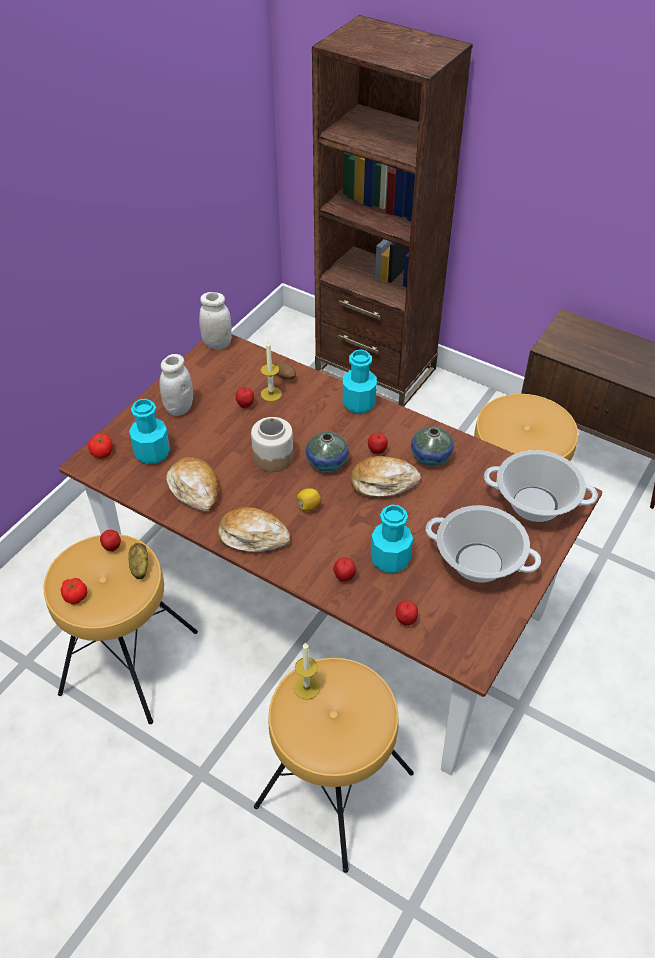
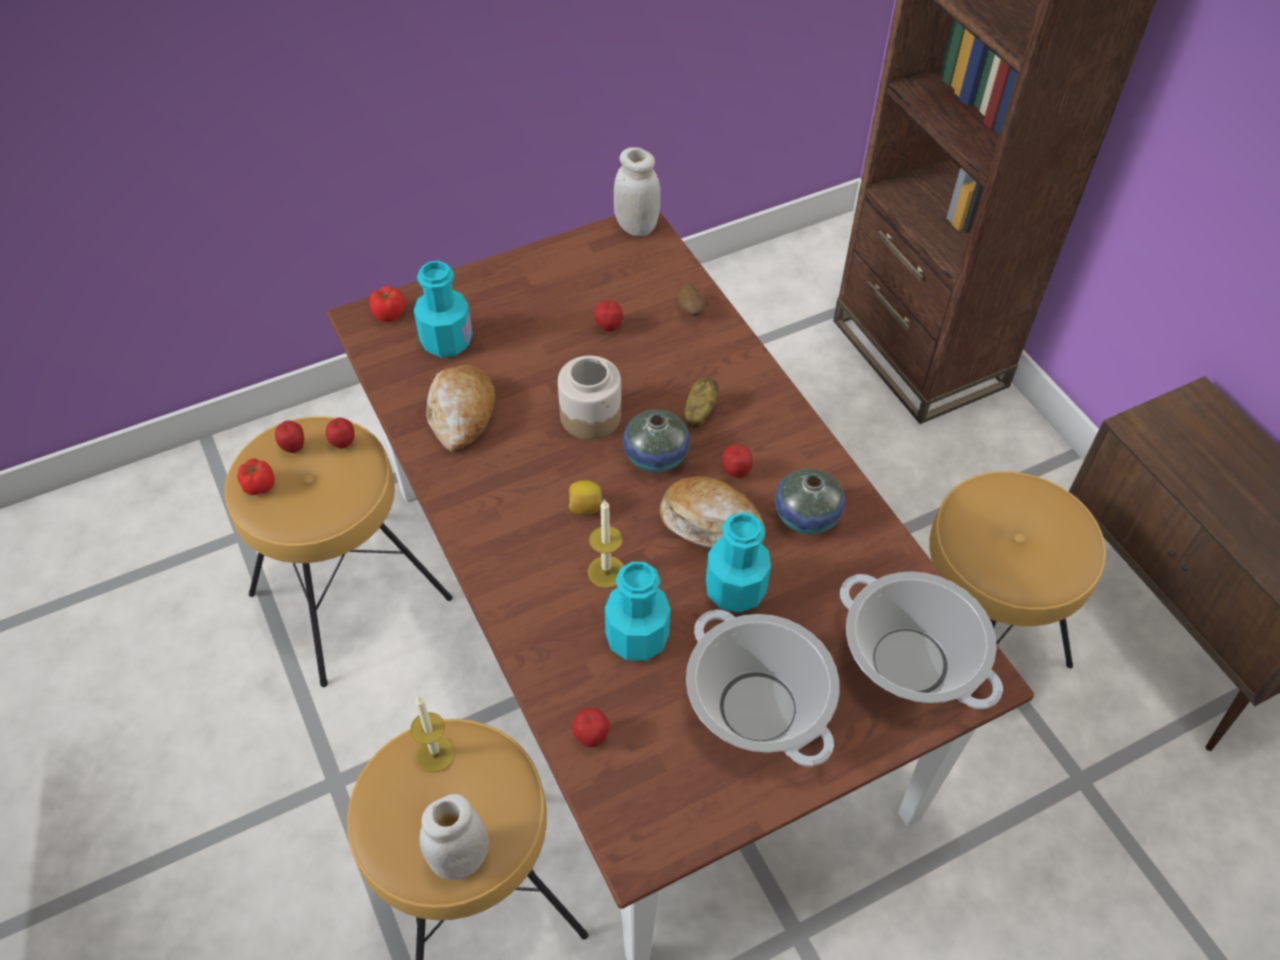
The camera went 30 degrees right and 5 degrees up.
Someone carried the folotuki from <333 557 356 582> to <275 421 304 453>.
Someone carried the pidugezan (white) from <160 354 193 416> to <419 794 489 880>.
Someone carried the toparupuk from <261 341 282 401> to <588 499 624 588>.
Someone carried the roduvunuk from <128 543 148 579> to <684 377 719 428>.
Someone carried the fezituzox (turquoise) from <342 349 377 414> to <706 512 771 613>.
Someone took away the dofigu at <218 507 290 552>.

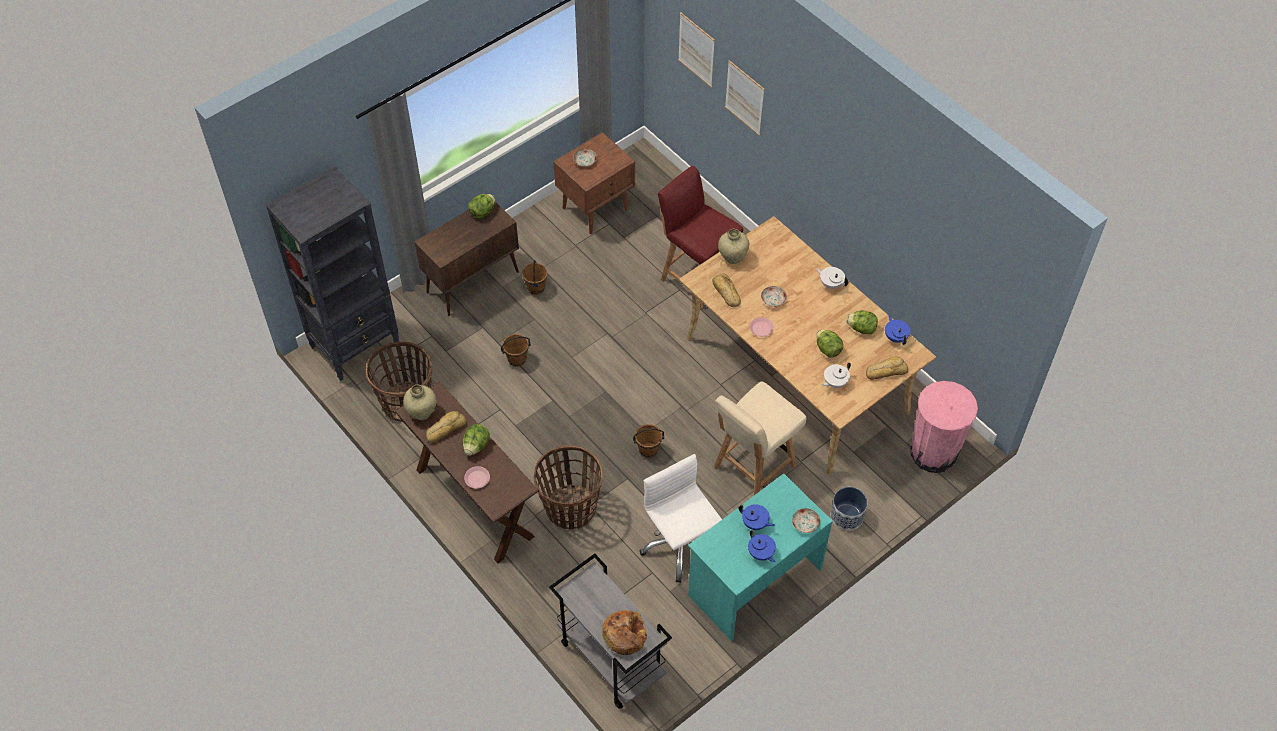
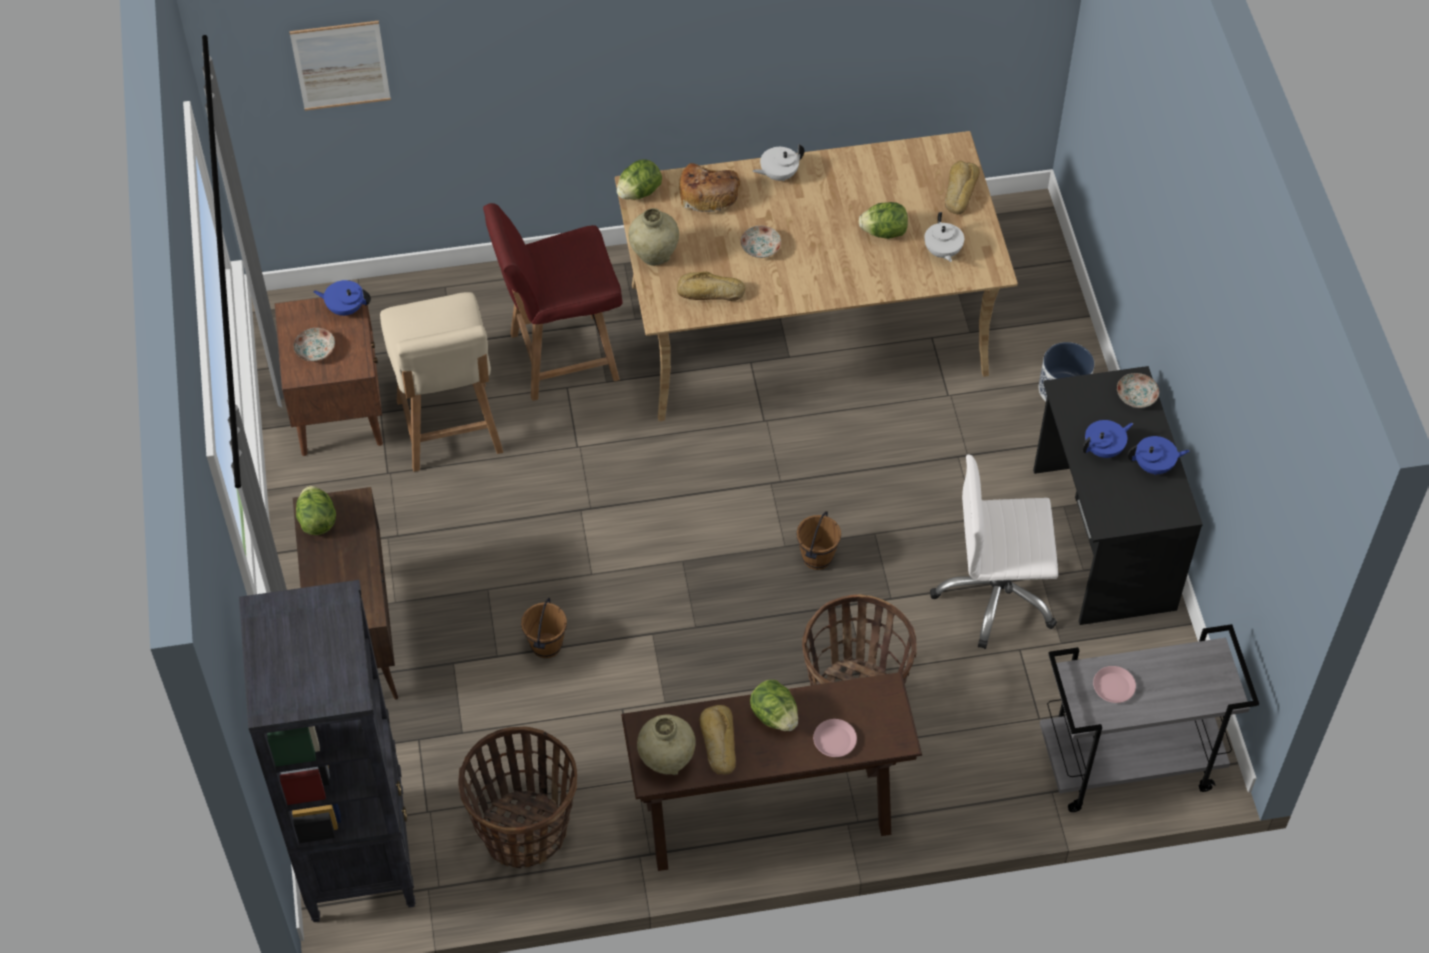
The camera went 60 degrees left and 0 degrees up.
Someone carried the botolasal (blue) from <885 315 910 345> to <313 280 371 316>.
Someone carried the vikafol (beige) from <714 381 807 495> to <380 292 503 472>.
Someone carried the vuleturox from <846 310 878 334> to <617 159 662 199>.
Someone carried the dofigu from <602 610 647 655> to <680 163 741 213>.
Someone repainted the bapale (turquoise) at <688 474 833 641>, which became the bapale (black) at <1033 366 1203 625>.
Someone carried the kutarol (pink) from <750 317 774 337> to <1093 666 1136 703>.
Someone took away the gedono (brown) at <522 260 548 295>.
Someone took away the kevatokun at <725 60 764 136>.
Someone took away the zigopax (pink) at <910 381 978 473>.

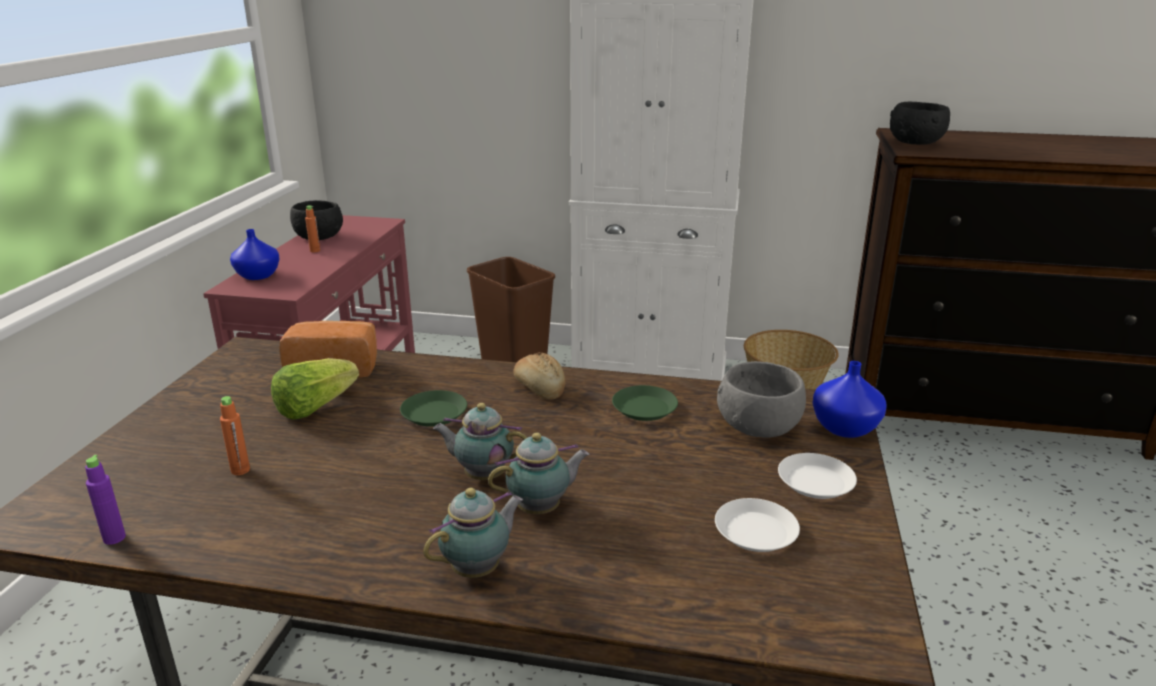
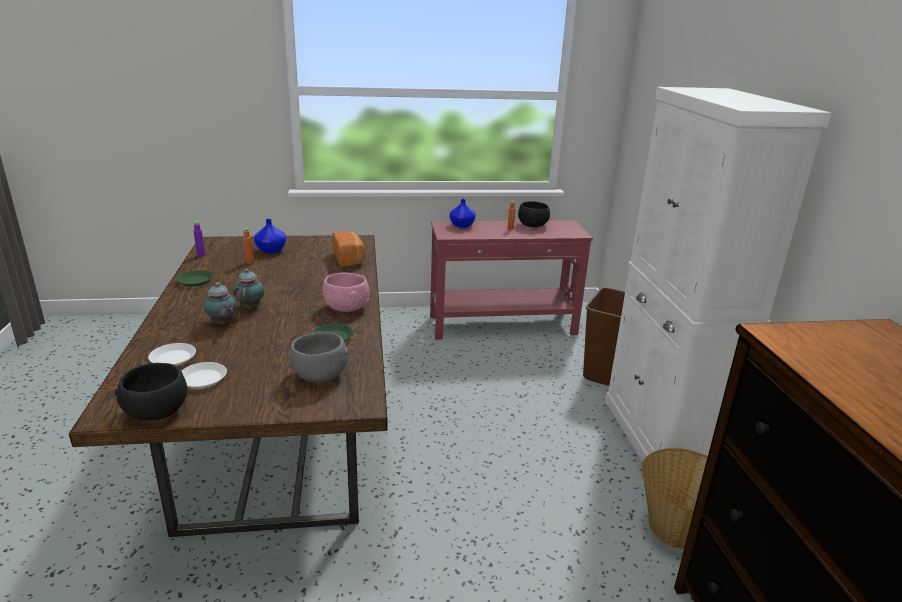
The camera went 70 degrees right and 0 degrees up.
Someone carried the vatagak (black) from <890 102 950 145> to <115 363 187 421>.
Someone carried the kutarol (white) from <778 453 857 499> to <148 343 196 366>.
Someone carried the kutarol (green) from <400 390 467 427> to <176 270 213 286>.
Someone carried the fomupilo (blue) from <812 361 887 438> to <254 219 286 253>.
Someone swapped the dofigu at <513 352 566 400> for the vatagak (pink) at <322 272 370 312>.
Someone took away the vuleturox at <271 358 359 420>.
Someone took away the botolasal at <423 488 523 578>.

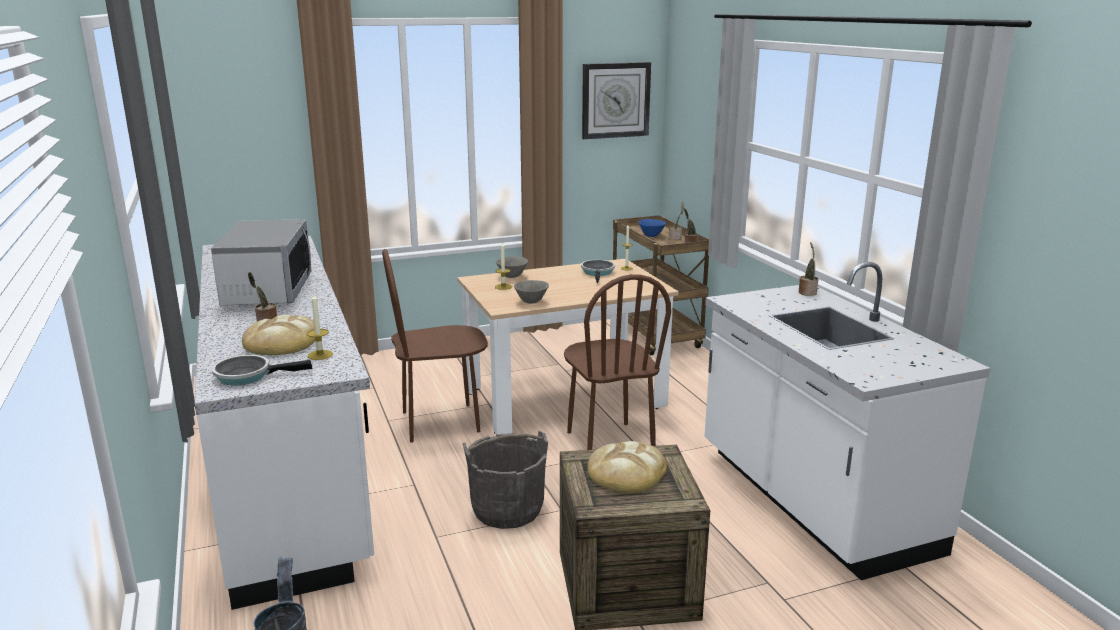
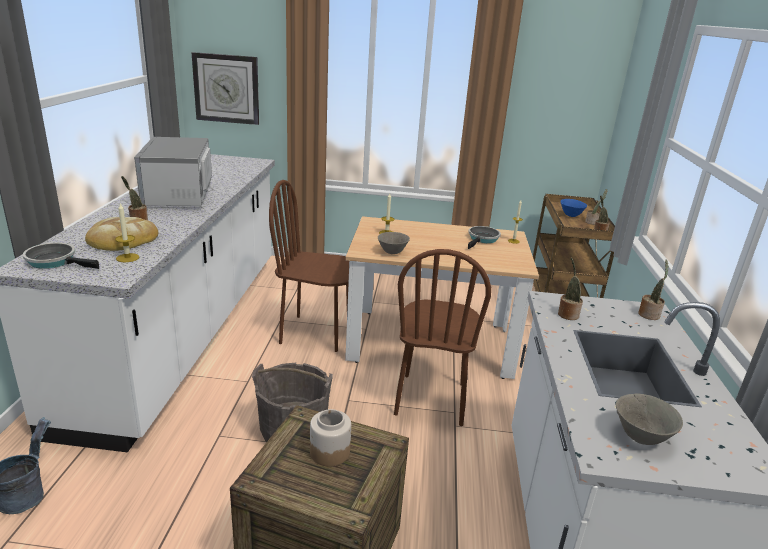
The camera went 25 degrees right and 5 degrees up.
Someone rotated the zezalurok at <211 219 312 306> by 150 degrees clockwise.
Someone carried the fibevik from <582 62 651 139> to <191 52 259 125>.
Someone swapped the dofigu at <588 441 667 493> for the pidugezan at <310 409 351 466>.
Someone put down the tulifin at <558 258 583 320>.
Someone carried the vatagak (grey) from <496 256 528 278> to <615 393 683 445>.

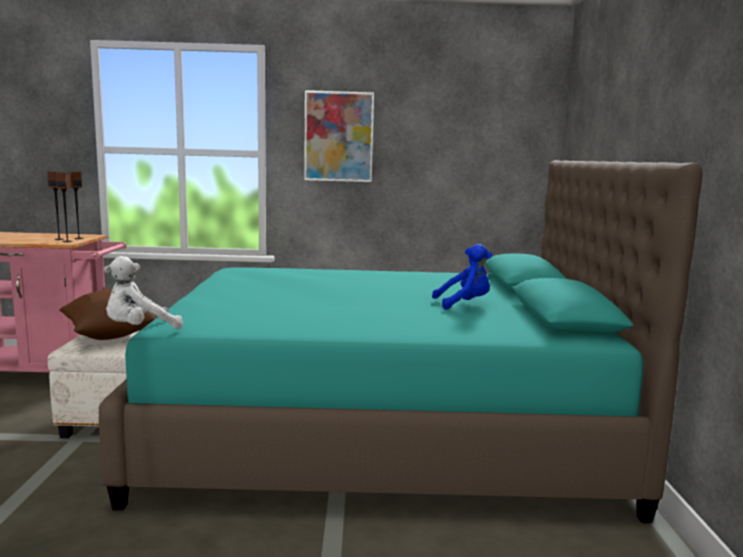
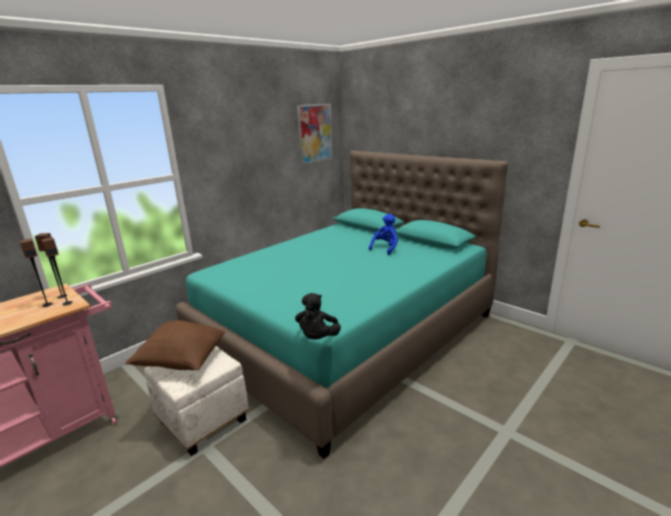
The camera went 45 degrees left and 10 degrees up.
Someone repainted the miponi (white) at <104 256 183 329>, which became the miponi (black) at <295 293 341 340>.
Someone carried the kevatokun from <304 90 374 182> to <297 104 333 165>.

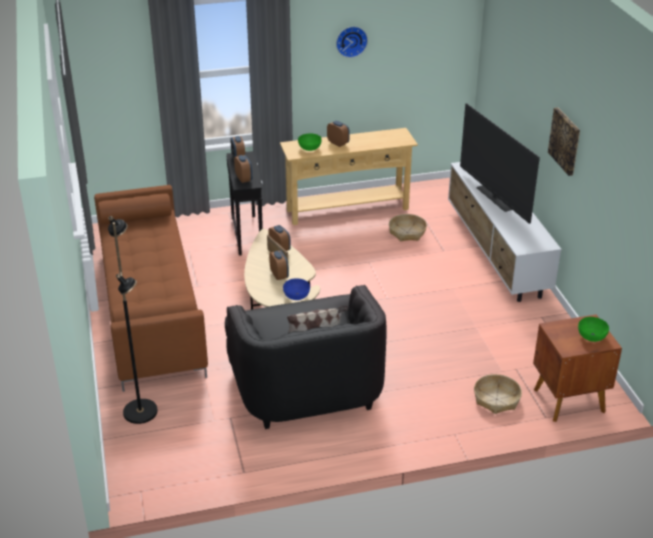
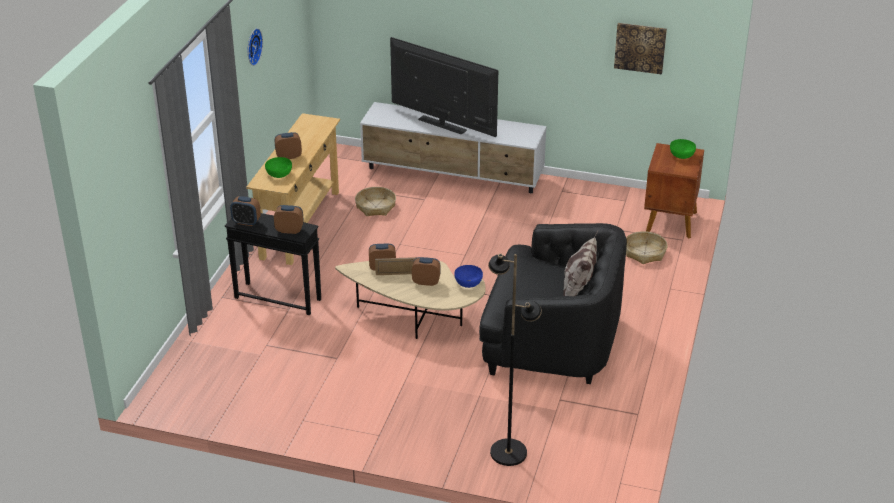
The camera went 60 degrees left and 0 degrees up.
Someone rotated the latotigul at <460 103 540 224> by 150 degrees counterclockwise.
Someone carried the kevatokun from <548 107 580 176> to <614 23 667 74>.
Someone took away the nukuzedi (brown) at <94 185 208 392>.

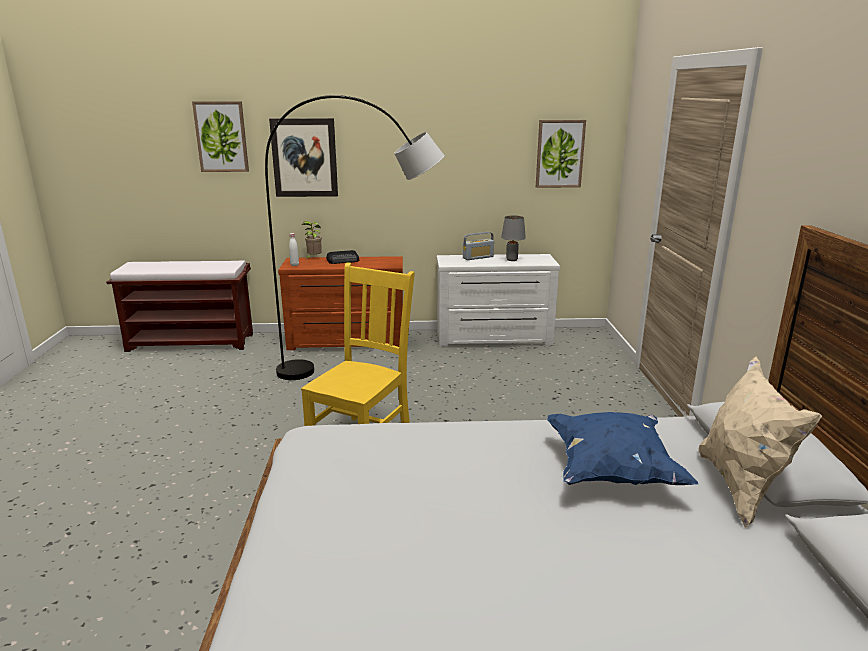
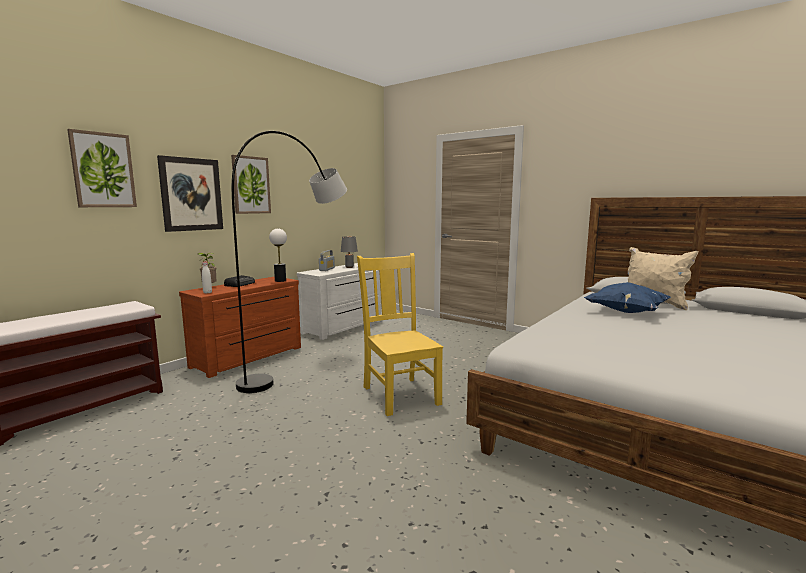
The camera went 50 degrees left and 10 degrees down.
Someone carried the kevatokun from <536 120 586 188> to <231 155 271 214>.
Someone put down the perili at <269 229 287 282>.

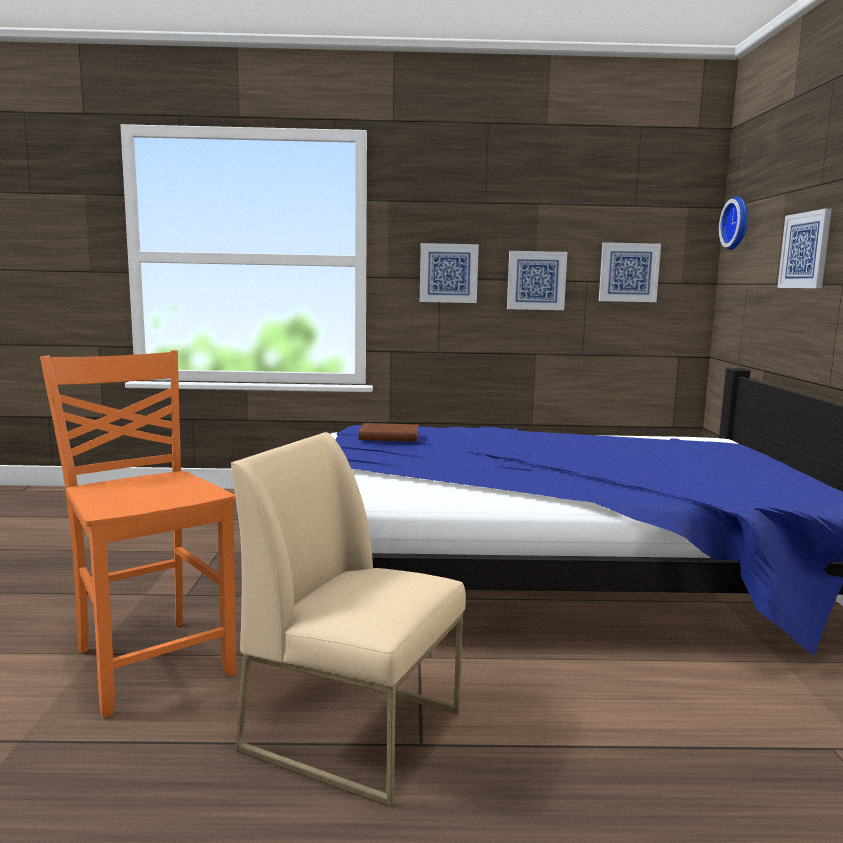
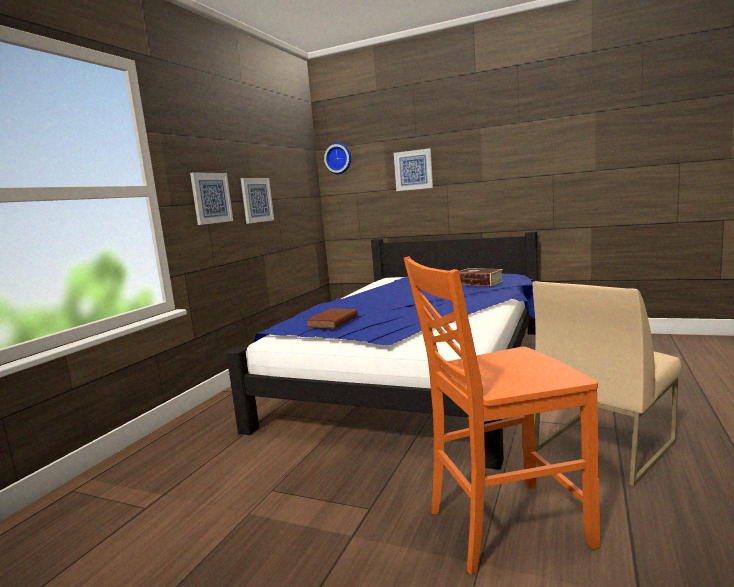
The camera went 65 degrees left and 0 degrees up.
Someone put down the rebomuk at <459 268 503 286>.
Someone took away the kevatokun at <599 242 661 302>.

